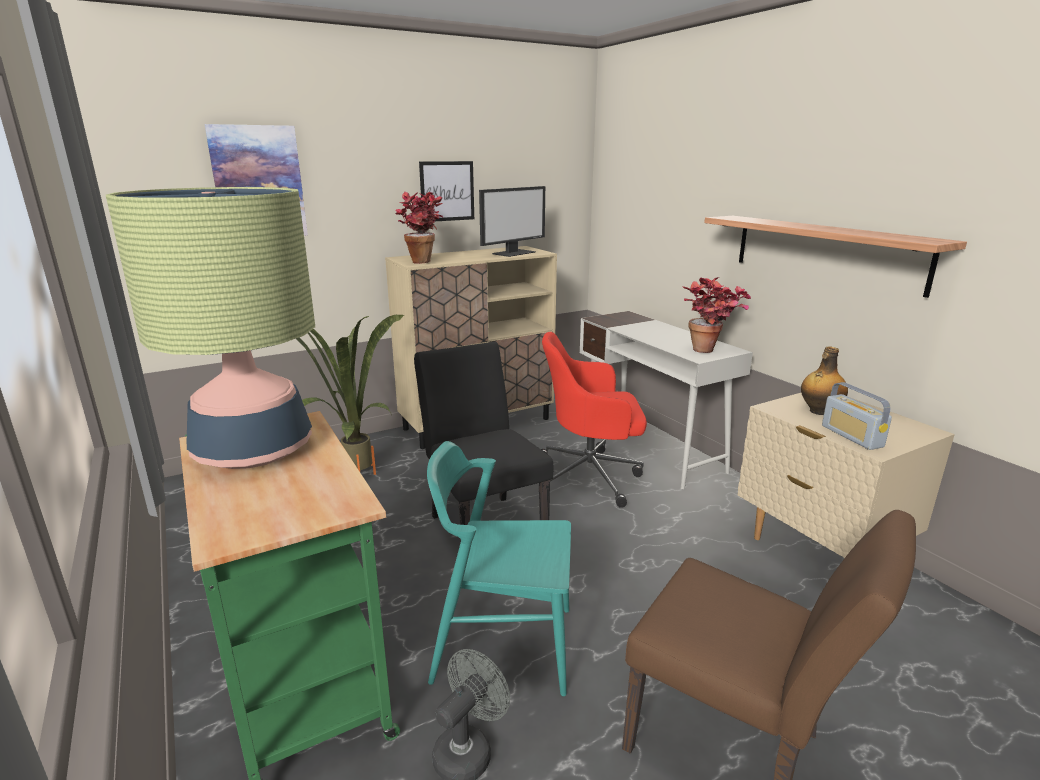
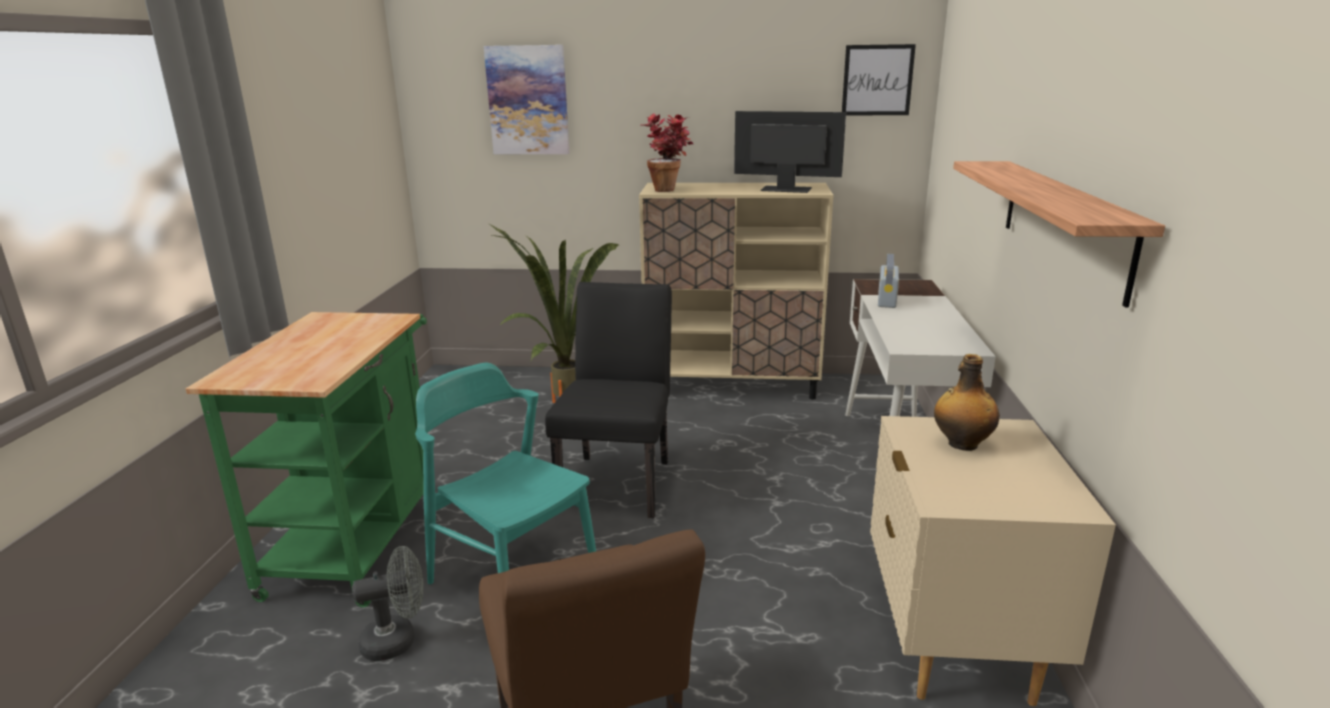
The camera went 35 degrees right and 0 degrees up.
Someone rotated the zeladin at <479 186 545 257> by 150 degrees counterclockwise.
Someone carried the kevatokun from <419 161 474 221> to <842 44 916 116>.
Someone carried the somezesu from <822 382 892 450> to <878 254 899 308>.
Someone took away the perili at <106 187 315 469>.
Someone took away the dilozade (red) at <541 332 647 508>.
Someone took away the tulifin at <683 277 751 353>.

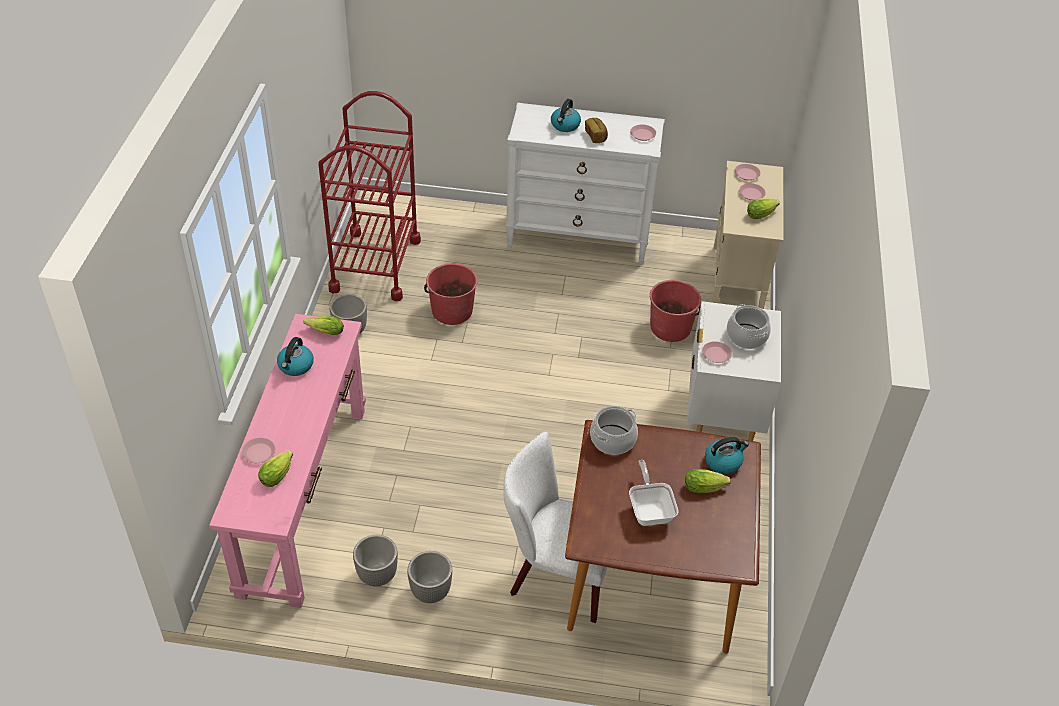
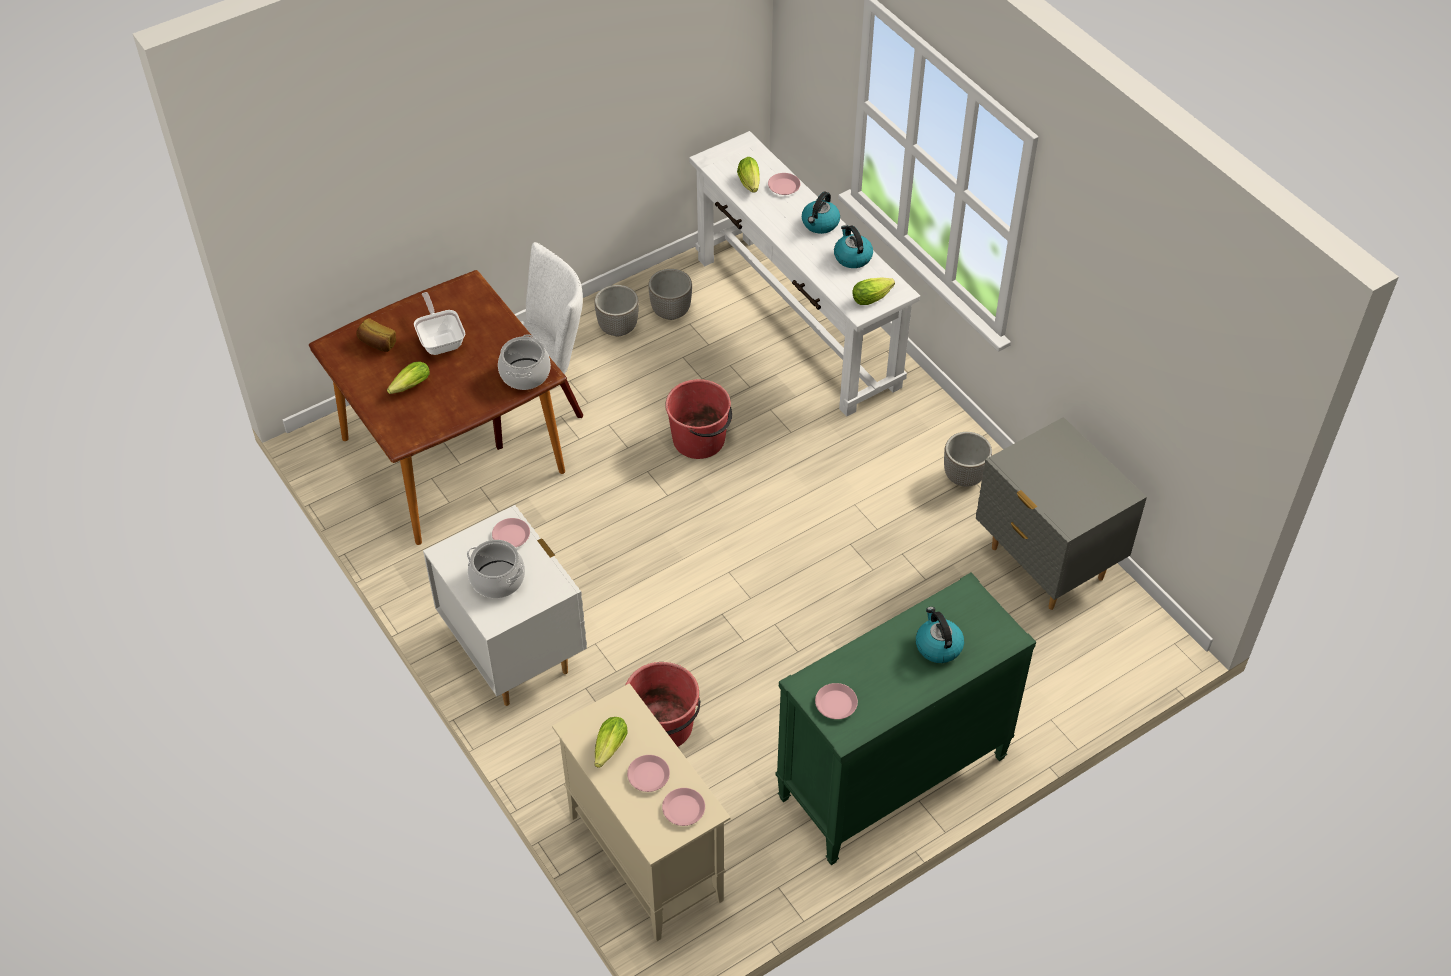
The camera went 140 degrees right and 5 degrees up.
Someone carried the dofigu from <585 118 608 143> to <356 318 396 352>.
Someone rotated the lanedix at <629 460 678 526> by 150 degrees counterclockwise.
Someone carried the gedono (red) from <424 263 478 325> to <665 379 732 459>.
Someone repainted the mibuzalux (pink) at <209 314 366 608>, which became the mibuzalux (white) at <689 131 920 417>.
Someone repainted the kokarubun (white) at <506 103 665 264>, which became the kokarubun (green) at <776 573 1036 865>.
Someone carried the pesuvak from <705 437 749 474> to <802 192 840 234>.
Someone swapped the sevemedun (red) at <318 91 421 301> for the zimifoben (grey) at <976 417 1147 610>.

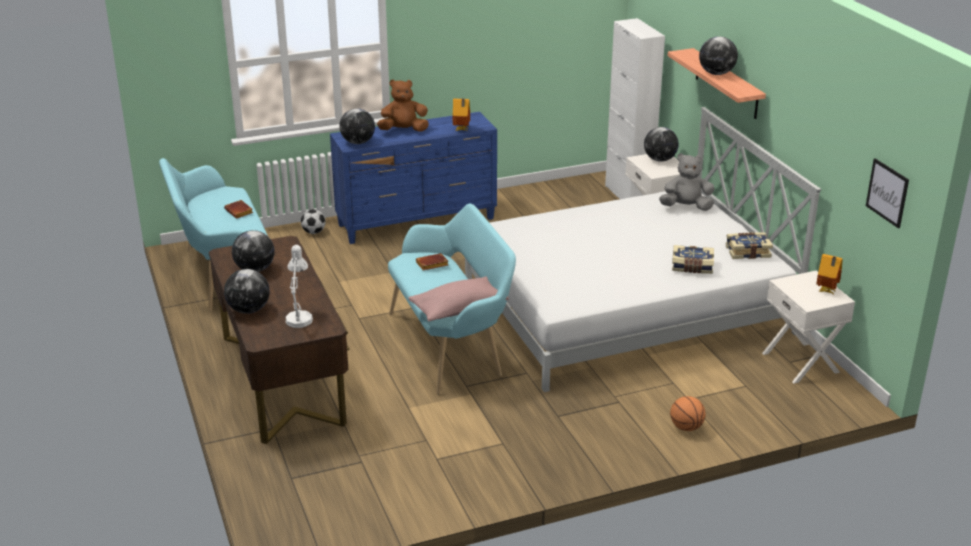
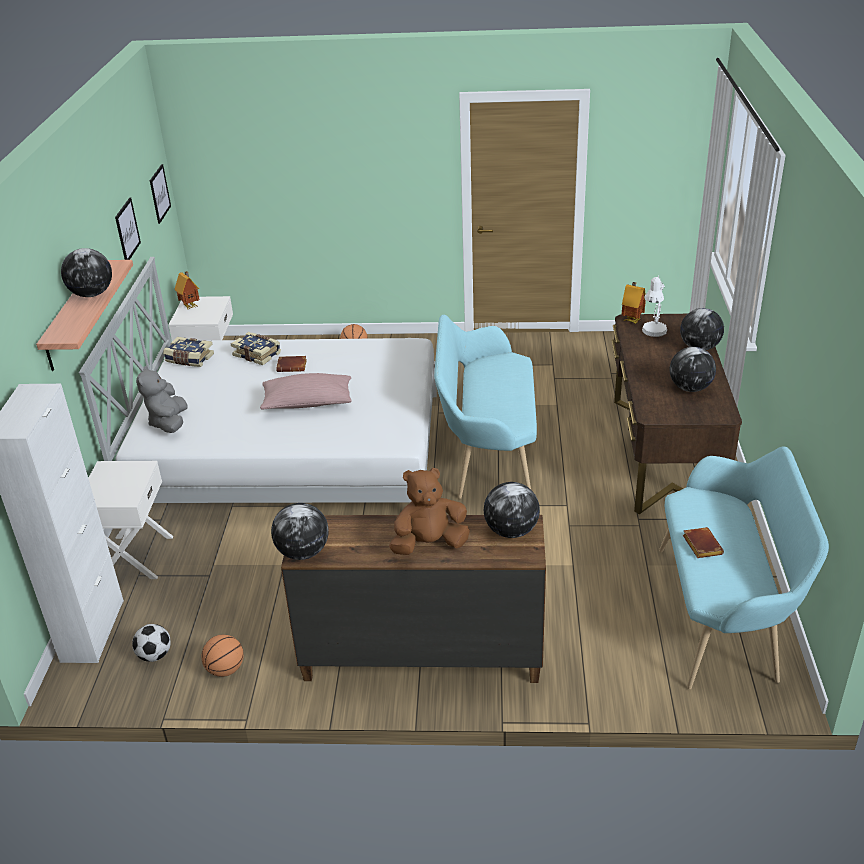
The camera went 155 degrees left and 5 degrees up.
Someone put up the kevatokun at <115 198 141 260>.
Someone carried the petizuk from <301 209 326 234> to <132 624 171 662>.
Someone rotated the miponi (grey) at <659 153 714 211> by 60 degrees clockwise.
Someone put down the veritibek at <201 635 244 677>.
Someone carried the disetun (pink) from <408 276 509 322> to <260 373 352 409>.
Someone carried the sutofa from <644 127 679 162> to <271 503 329 560>.
Someone carried the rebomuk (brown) from <416 253 448 270> to <276 356 307 372>.
Someone repainted the kokarubun (blue) at <330 112 497 244>, which became the kokarubun (brown) at <281 515 546 683>.
Someone rotated the miponi (brown) at <377 79 429 132> by 150 degrees clockwise.
Someone carried the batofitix from <452 99 470 131> to <622 282 646 324>.

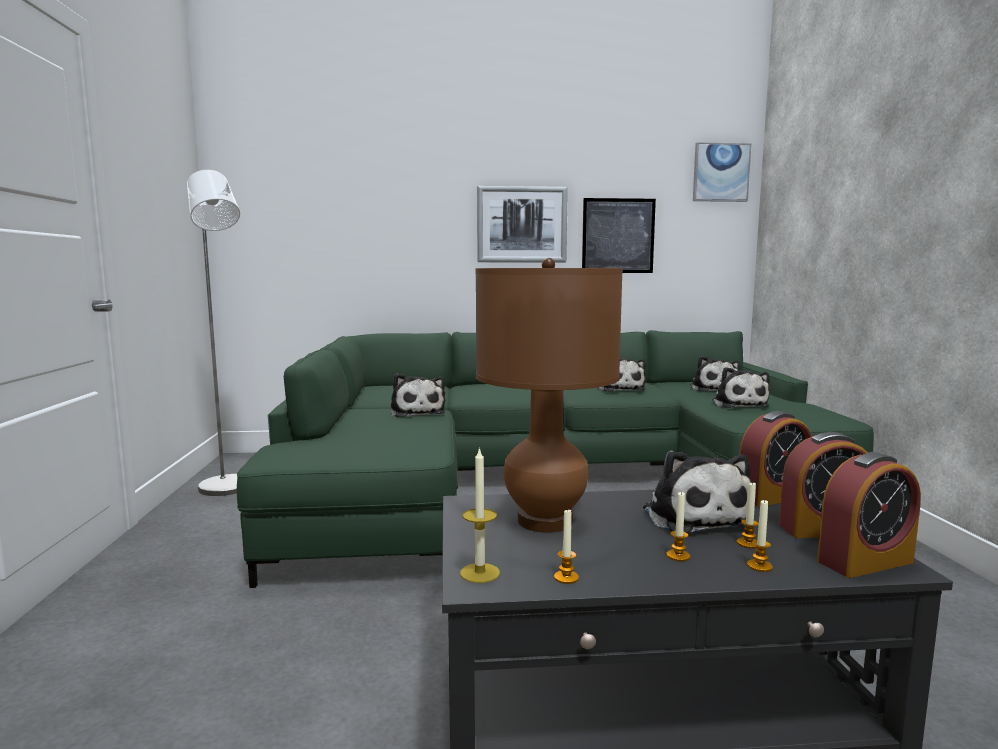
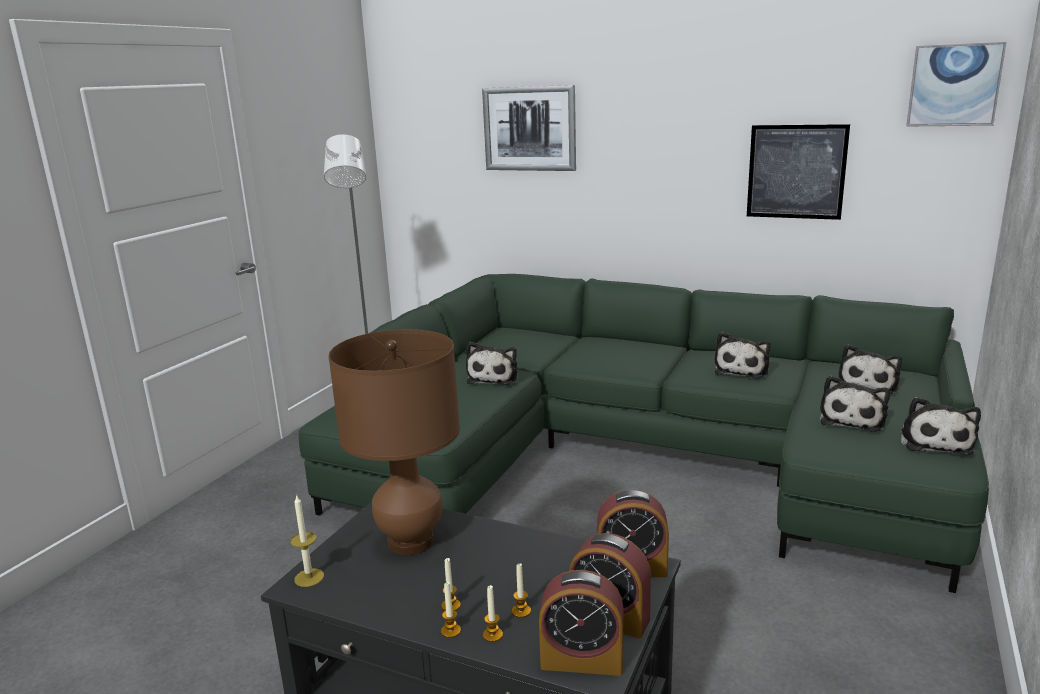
The camera went 30 degrees right and 10 degrees up.
Someone carried the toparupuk from <554 508 579 584> to <441 582 461 638>.
Someone carried the kevatokun from <477 186 568 262> to <482 85 576 171>.
Someone carried the miponi from <643 450 751 533> to <901 397 981 455>.

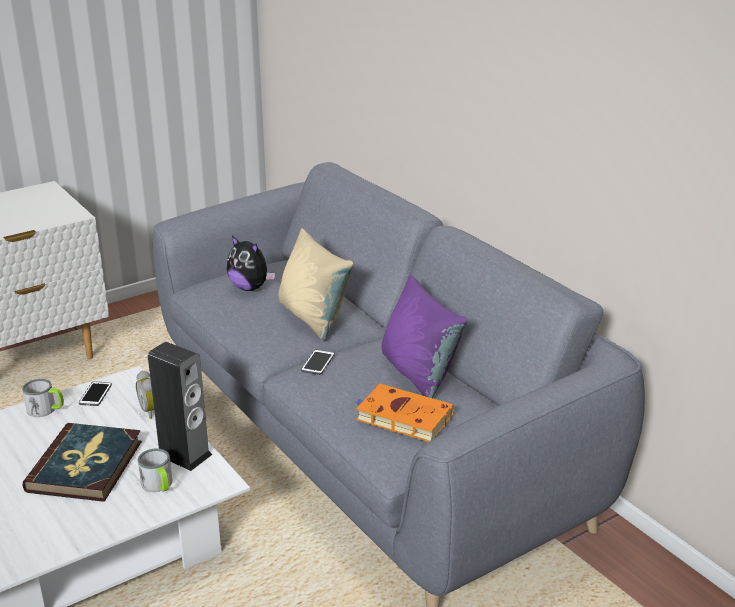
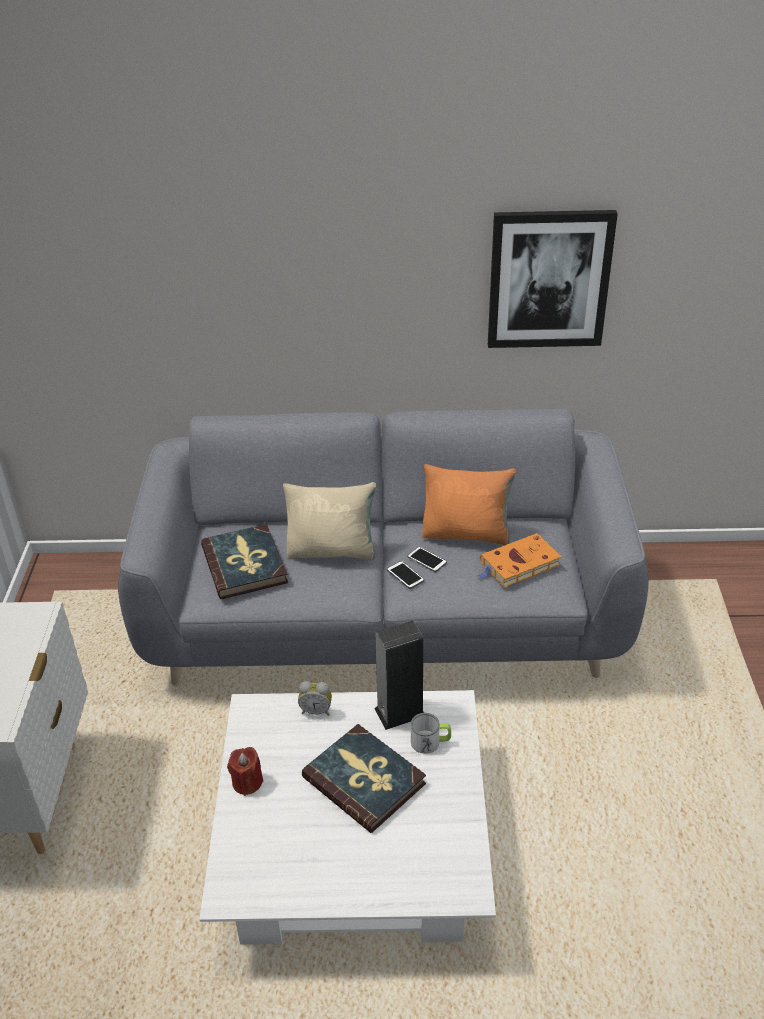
The camera went 55 degrees left and 10 degrees up.
Someone swapped the miponi at <227 236 275 291> for the rebomuk at <201 524 288 599>.
Someone swapped the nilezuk at <22 379 64 417> for the toparupuk (red) at <227 747 263 796>.
Someone carried the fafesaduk from <79 381 112 406> to <407 547 447 572>.
Someone repainted the disetun (purple) at <382 274 467 398>, which became the disetun (orange) at <422 464 516 545>.
Someone put up the kevatokun at <488 210 618 348>.

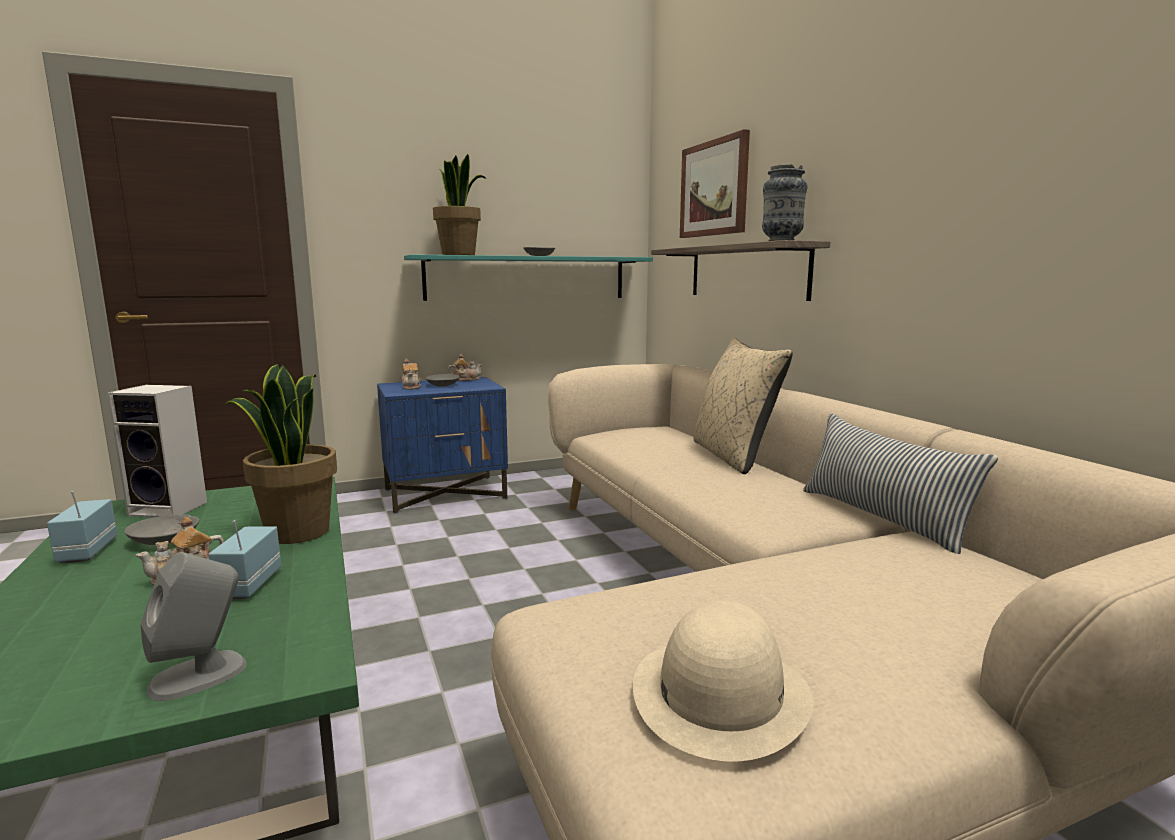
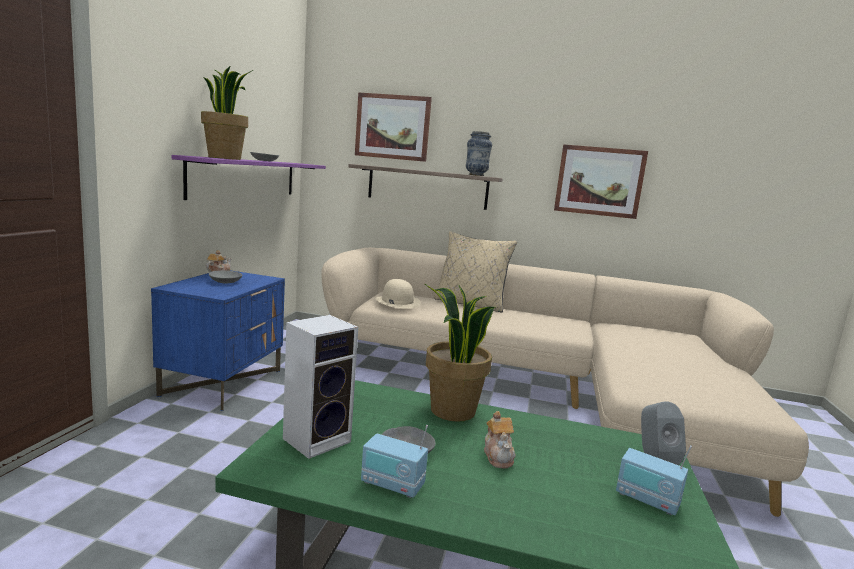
The camera went 55 degrees left and 0 degrees up.
Someone repainted the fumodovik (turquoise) at <404 254 653 301>, which became the fumodovik (purple) at <172 155 326 200>.
Someone carried the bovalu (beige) from <633 600 814 762> to <375 279 421 309>.
Someone put up the kevatokun at <554 144 648 219>.
Someone carried the somezesu from <208 520 281 599> to <616 445 692 515>.
Someone took away the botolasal at <402 359 421 390>.
Someone took away the disetun at <803 413 998 554>.

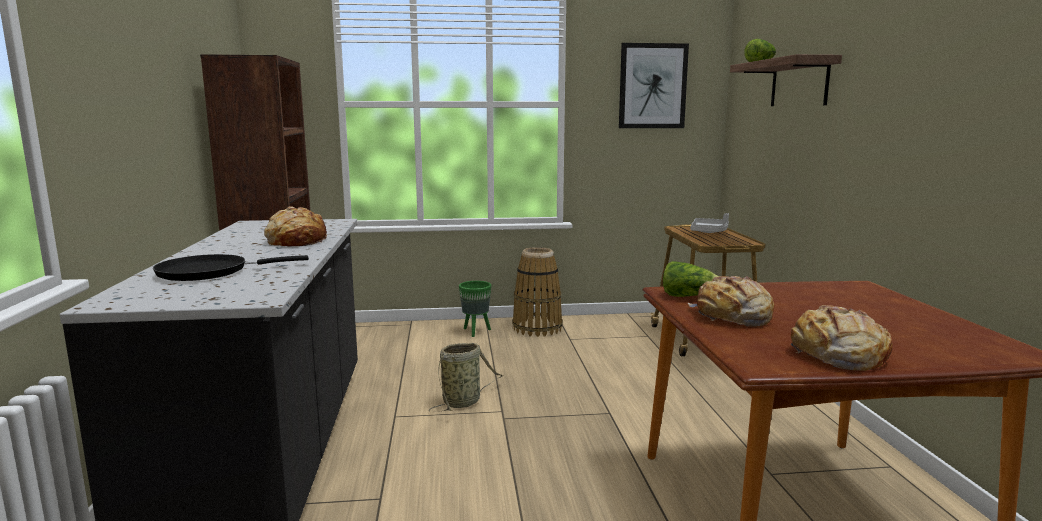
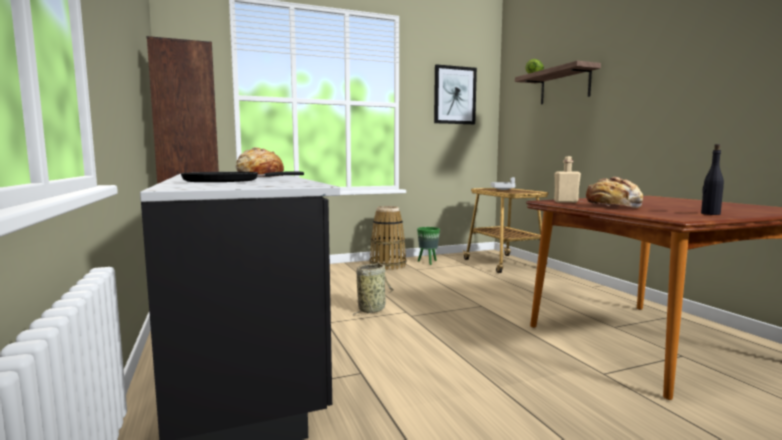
The camera went 15 degrees left and 5 degrees down.
Someone carried the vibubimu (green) from <459 281 491 337> to <417 227 440 265>.
Someone swapped the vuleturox at <663 261 719 297> for the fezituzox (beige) at <554 156 581 203>.
Someone swapped the dofigu at <791 305 893 371> for the fezituzox (black) at <701 144 724 215>.

